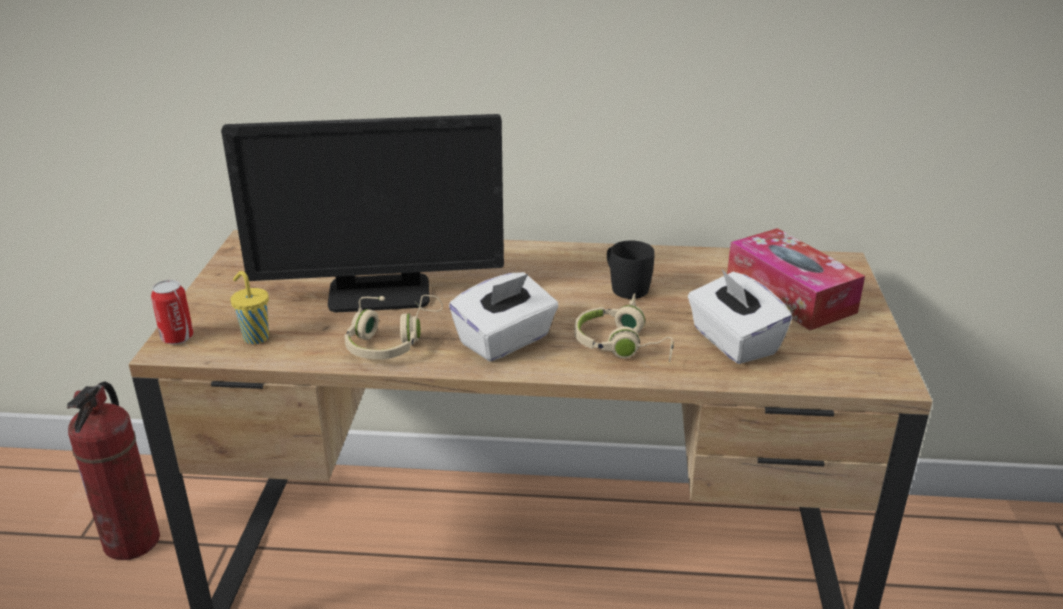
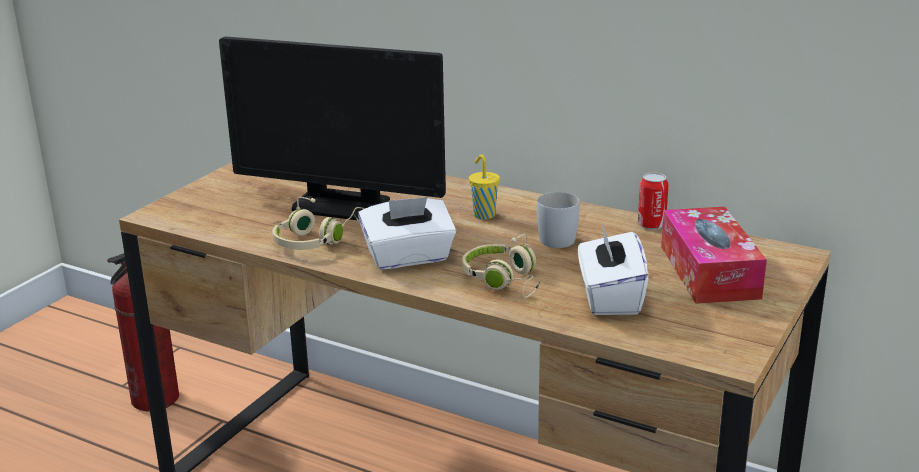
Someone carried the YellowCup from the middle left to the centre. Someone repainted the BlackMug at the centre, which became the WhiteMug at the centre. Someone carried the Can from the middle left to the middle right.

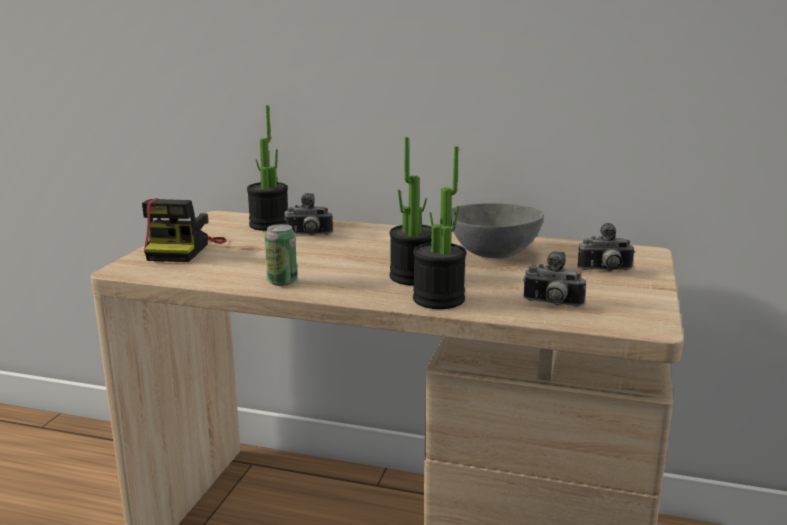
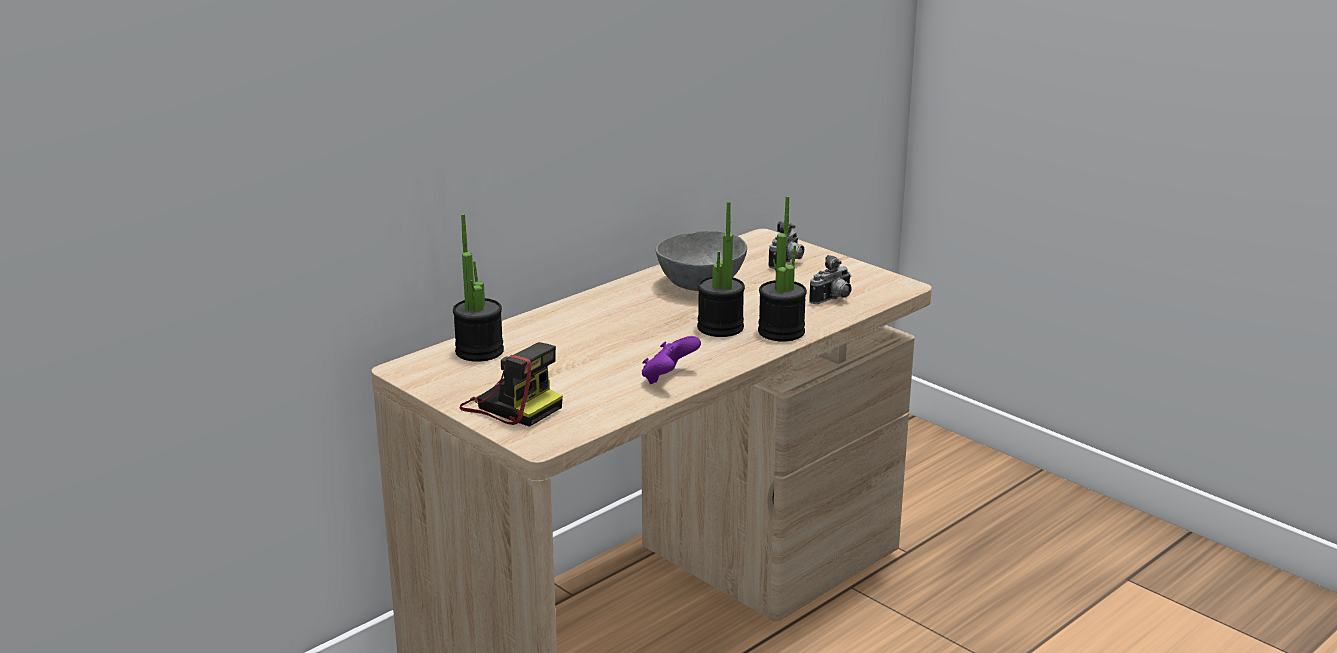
Someone swapped the Can at the centre for the PurpleGameController at the centre. Someone took away the PhotoCamera (2nd from left) at the centre.

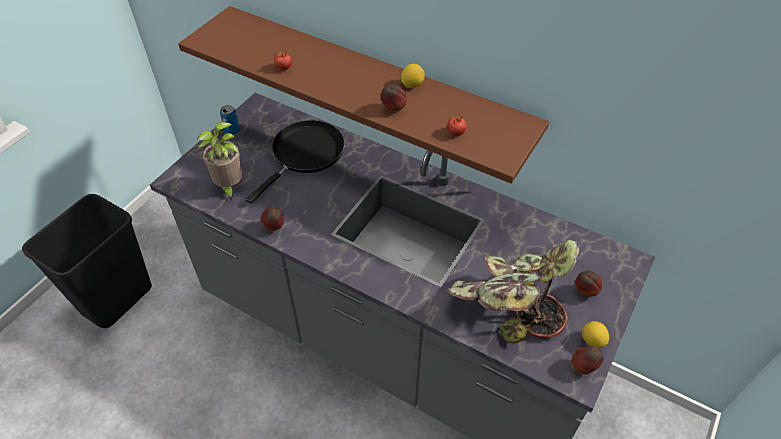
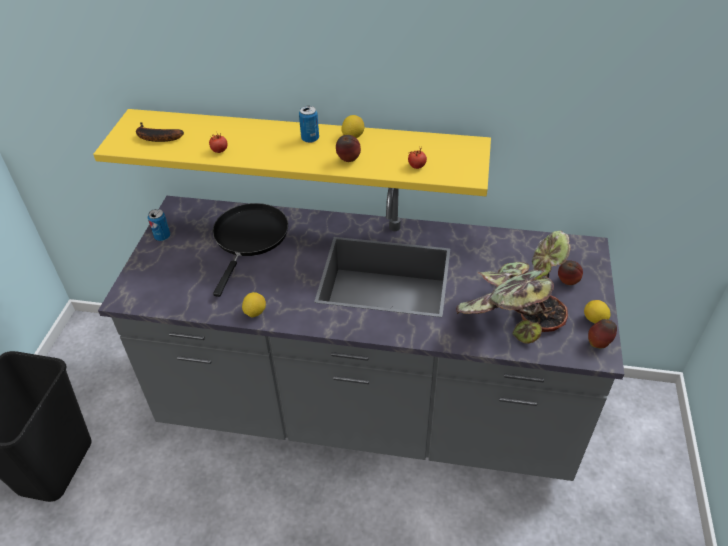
Someone repainted the BrownShelf at the top centre, which became the YellowShelf at the top centre. Someone put down the Banana at the top left. Someone swapped the Apple (1st from left) at the centre for the Lemon (1st from left) at the centre. Someone put down the Can (2nd from left) at the top centre. Someone took away the PottedPlant (1st from left) at the middle left.

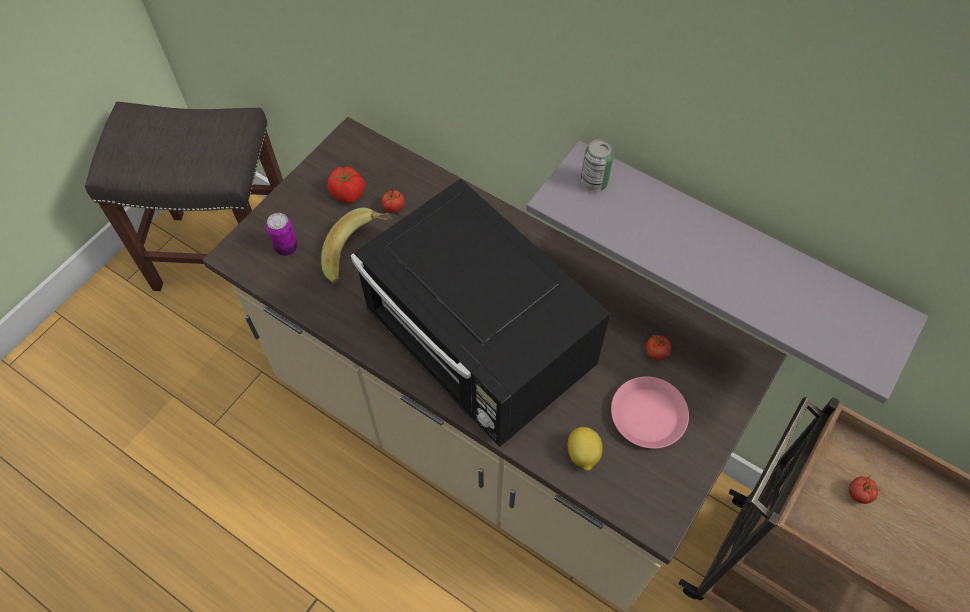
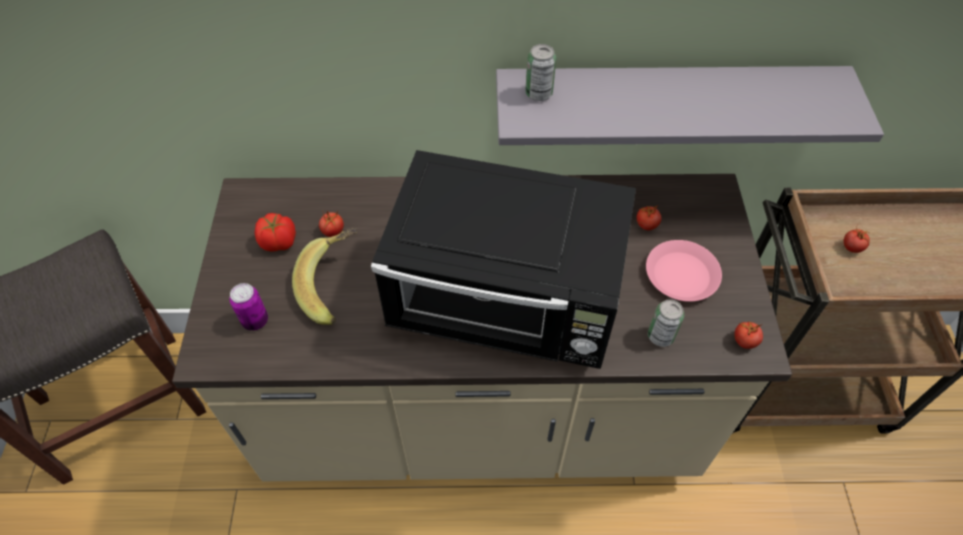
Someone swapped the Lemon at the bottom centre for the Can (3rd from left) at the middle right. Someone put down the Tomato (4th from left) at the middle right.

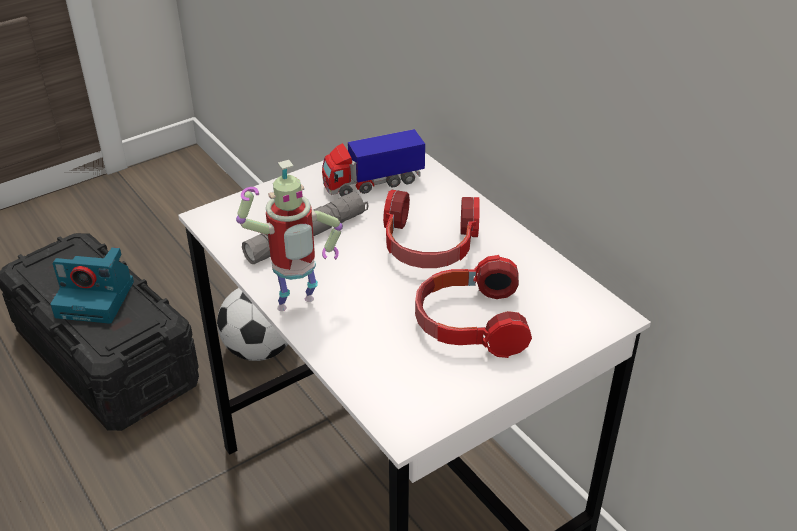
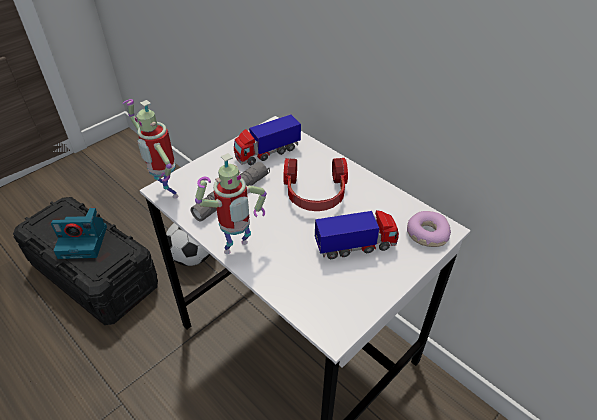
Someone put down the ToyRobot (1st from left) at the middle left. Someone swapped the Headphones (2nd from left) at the centre for the ToyTruck (2nd from left) at the centre. Someone put down the Donut at the middle right.

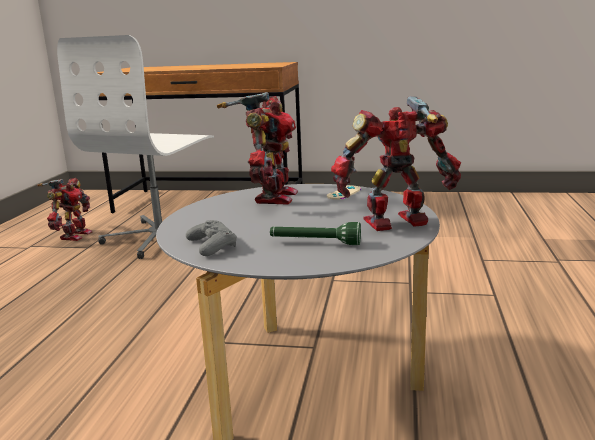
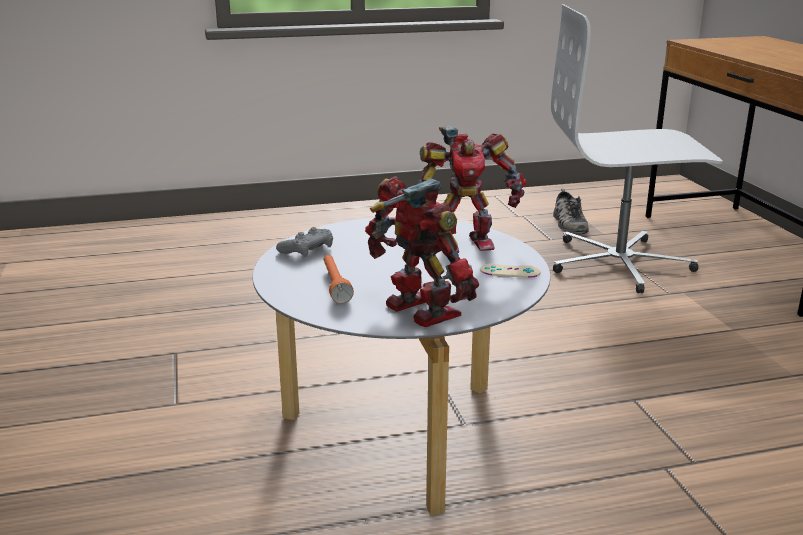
Someone repainted the GreenFlashlight at the centre, which became the OrangeFlashlight at the centre. Someone swapped the ToyRobot (1st from left) at the middle left for the Shoe at the middle right.

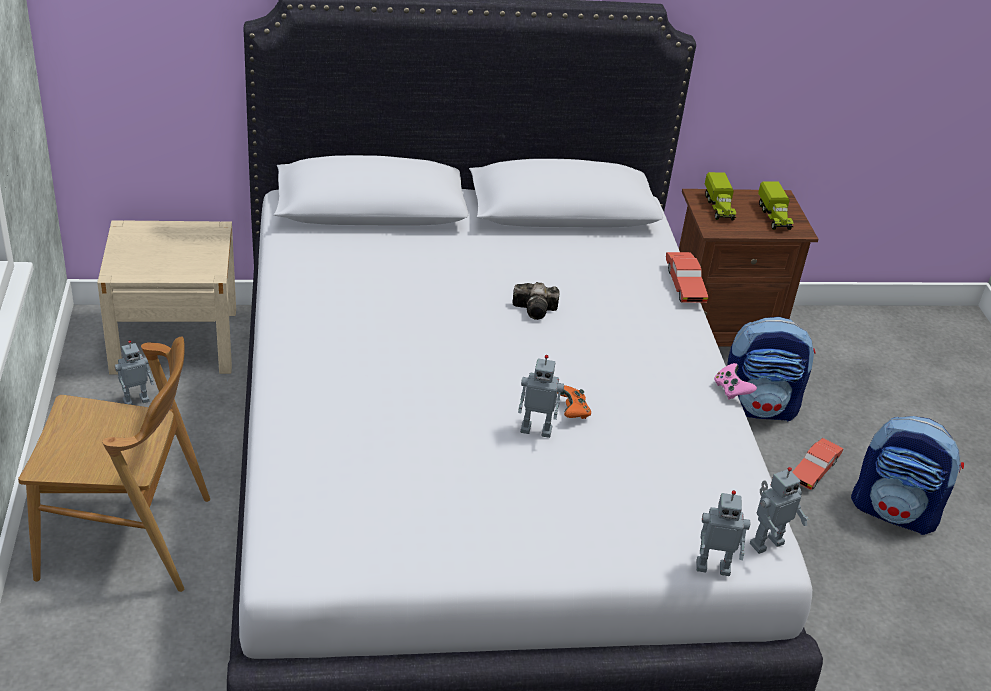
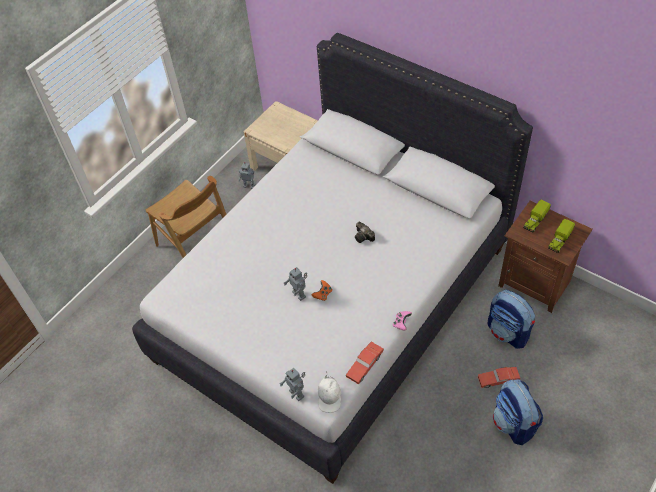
Someone swapped the ToyRobot (4th from left) at the bottom right for the WhiteCap at the bottom centre. Someone carried the RedToyCar (1st from left) from the middle right to the bottom centre.

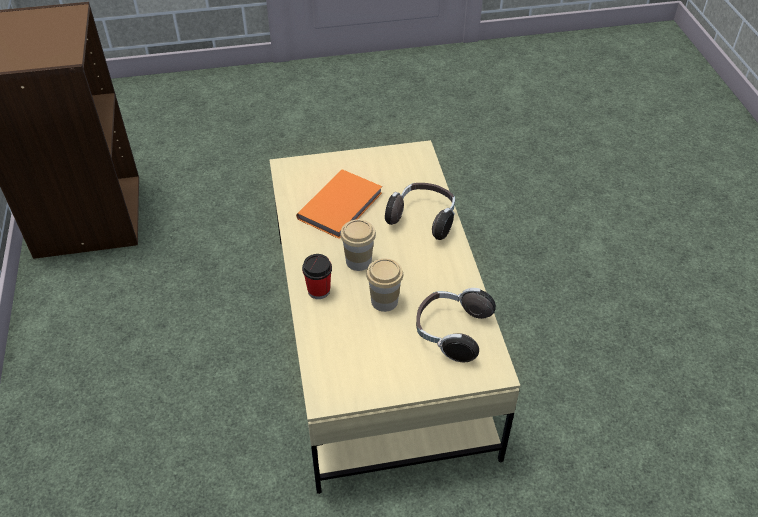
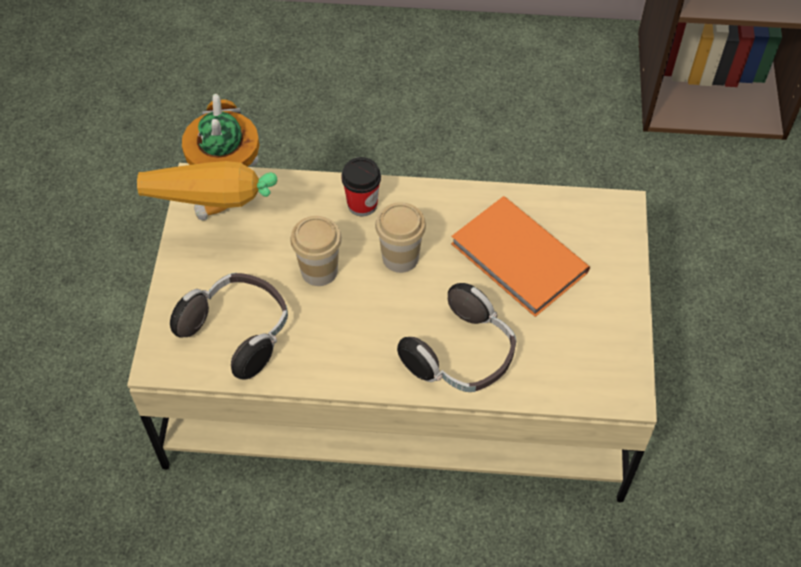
Someone put down the ToyRobot at the top left.

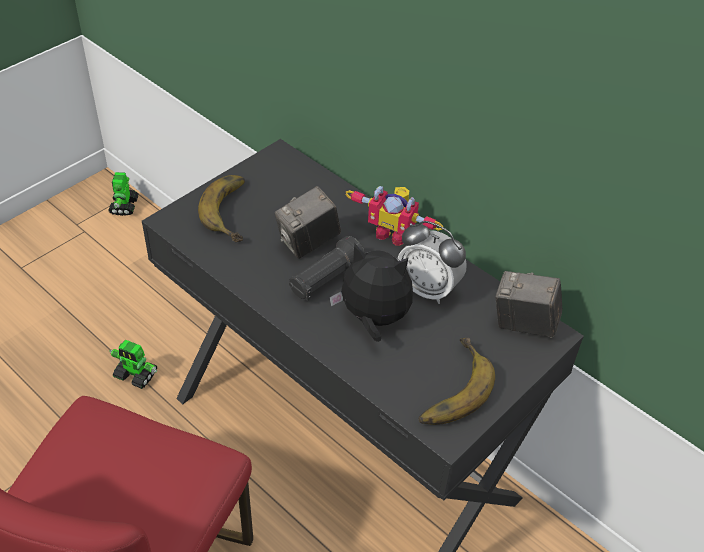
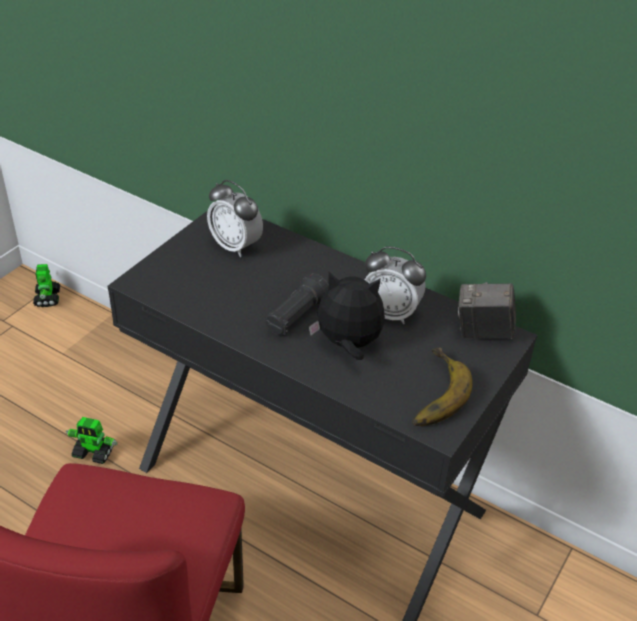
Someone put down the AlarmClock (1st from left) at the centre. Someone took away the Banana (1st from left) at the middle left. Someone took away the PhotoCamera (1st from left) at the centre. Someone took away the ToyRobot (3rd from left) at the centre.

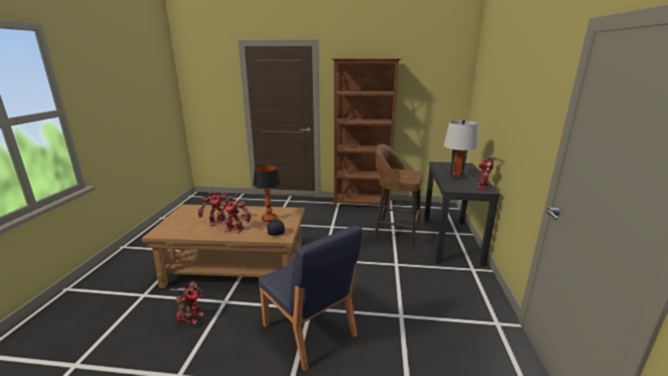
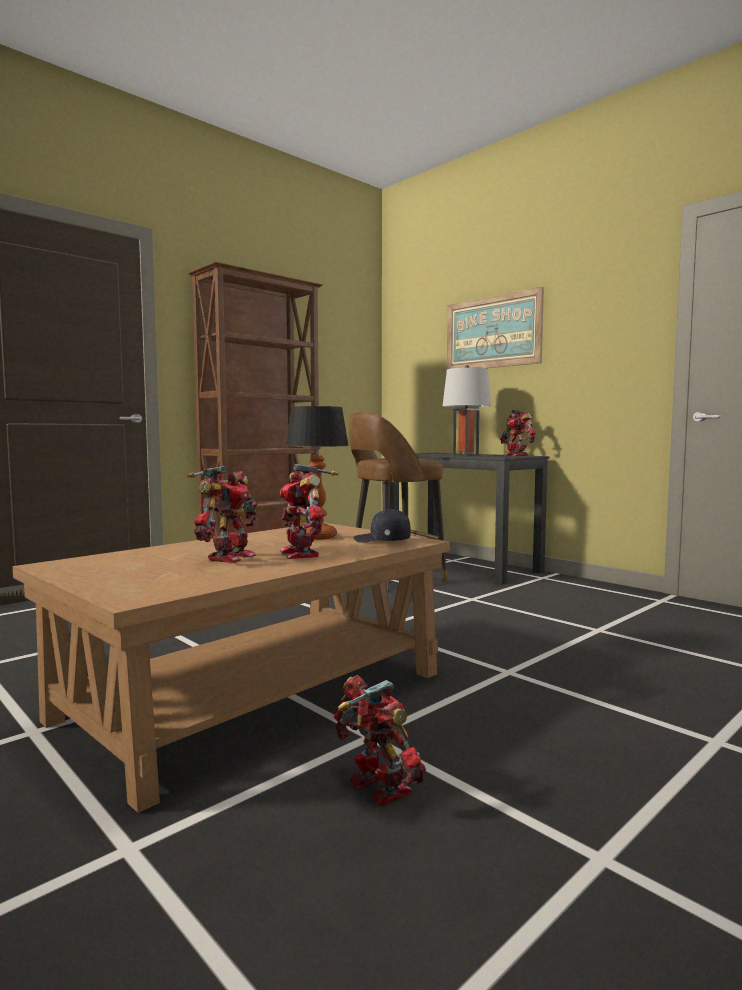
Someone rotated the ToyRobot (3rd from left in the first image) at the centre by 105 degrees clockwise. Someone put up the Picture at the top right. Someone took away the BlueChair at the bottom centre.

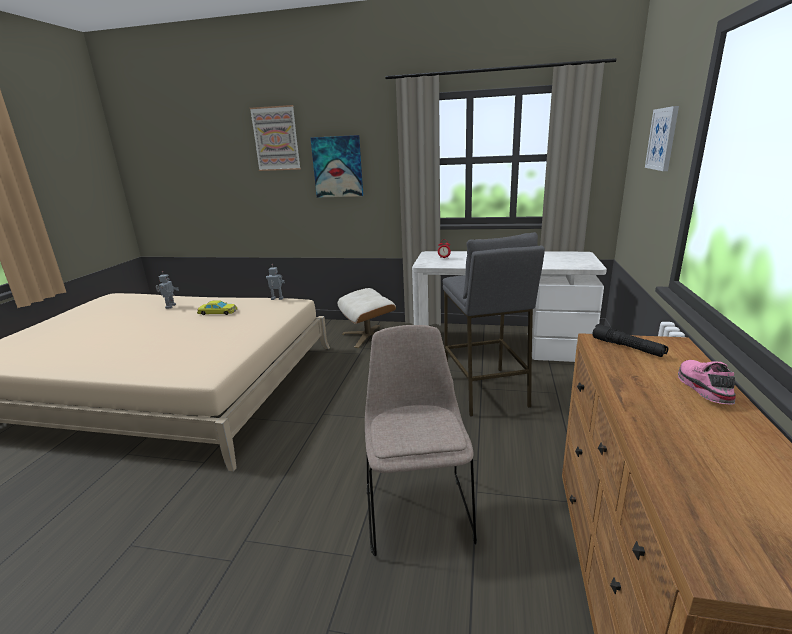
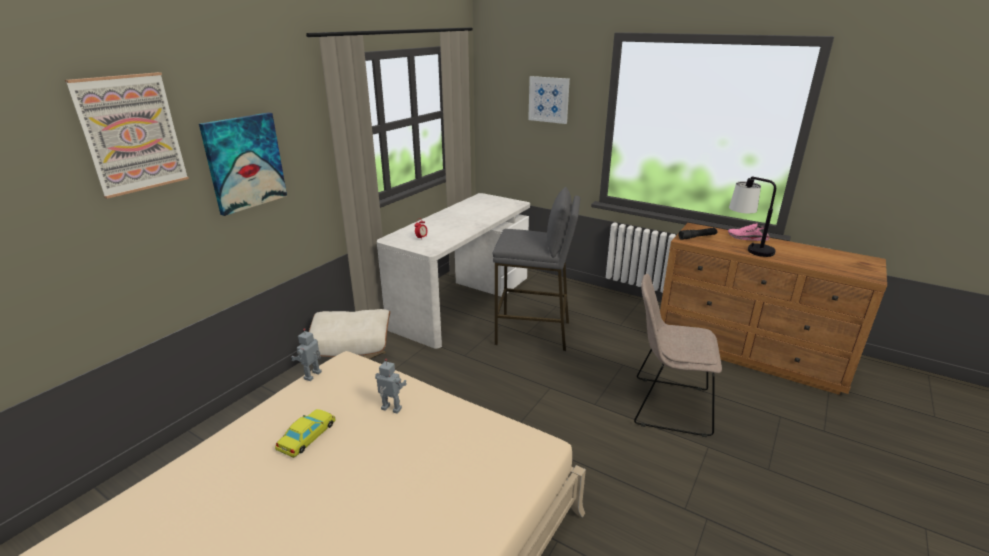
Someone carried the ToyRobot (1st from left in the first image) from the middle left to the bottom centre. Someone put down the TableLamp at the middle right.

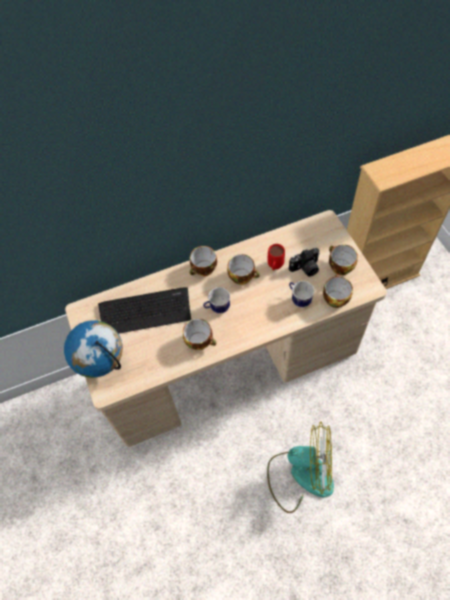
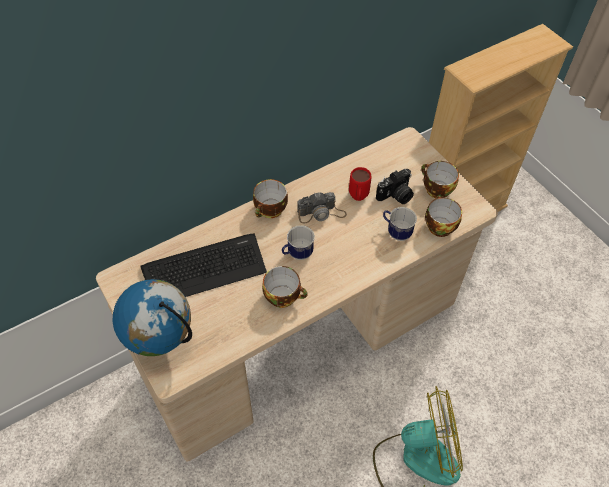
Someone swapped the Cup (3rd from left) at the centre for the PhotoCamera (1st from left) at the centre.

